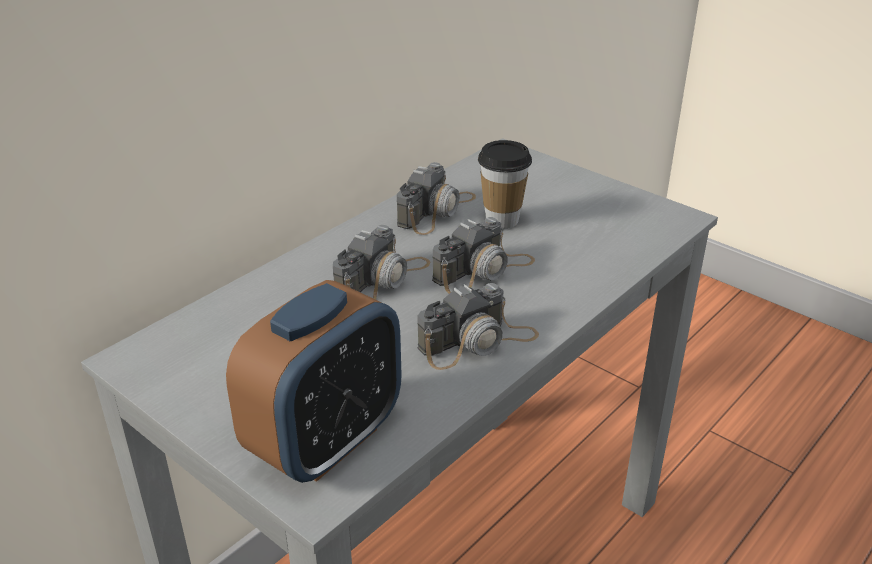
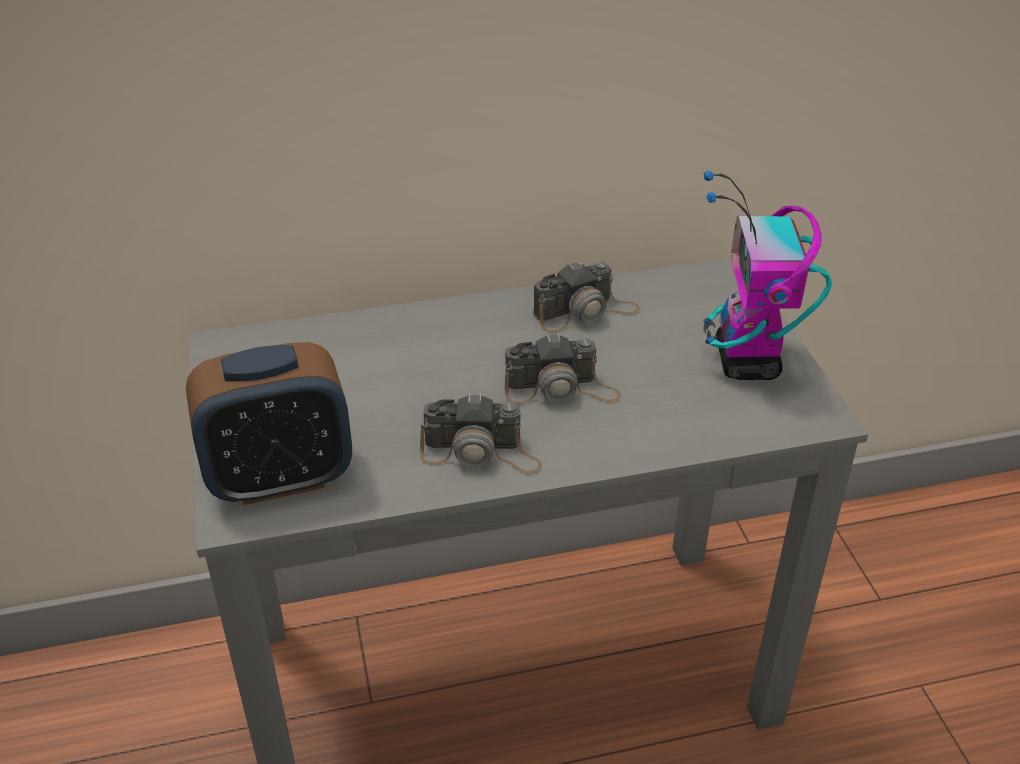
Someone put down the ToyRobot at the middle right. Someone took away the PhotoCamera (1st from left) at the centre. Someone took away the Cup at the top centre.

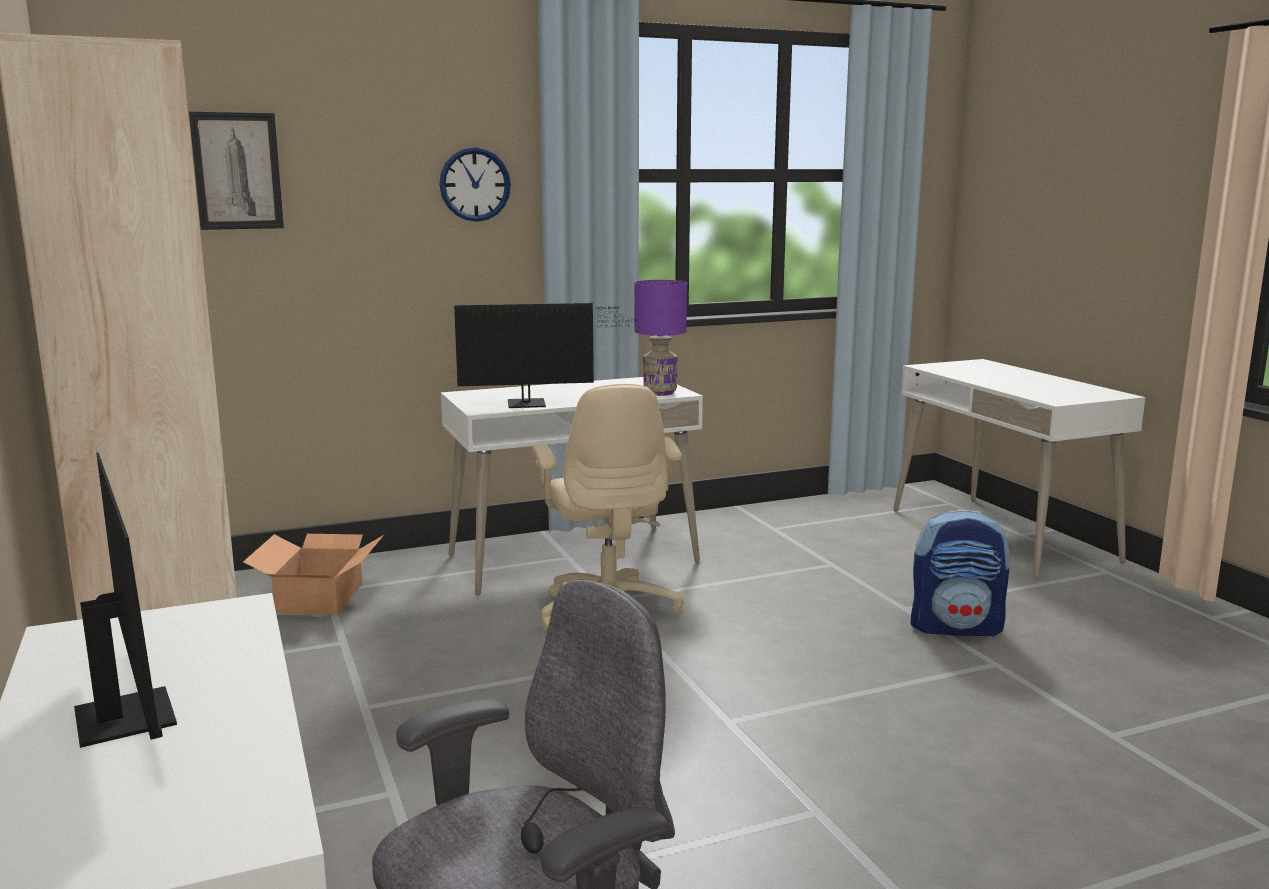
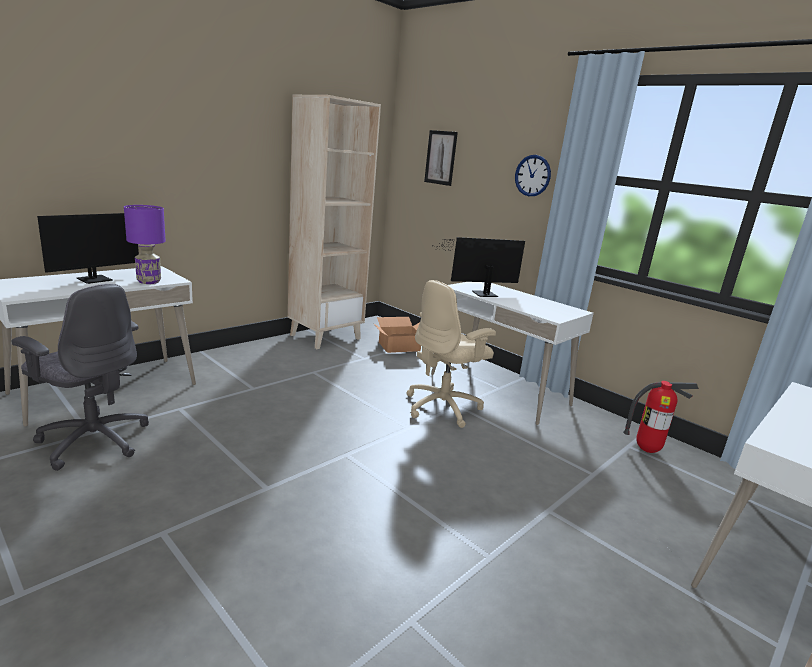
Someone carried the PurpleTableLamp from the centre to the middle left. Someone rotated the Monitor (2nd from left) at the centre by 105 degrees clockwise. Someone put down the FireExtinguisher at the middle right. Someone took away the Backpack at the middle right.

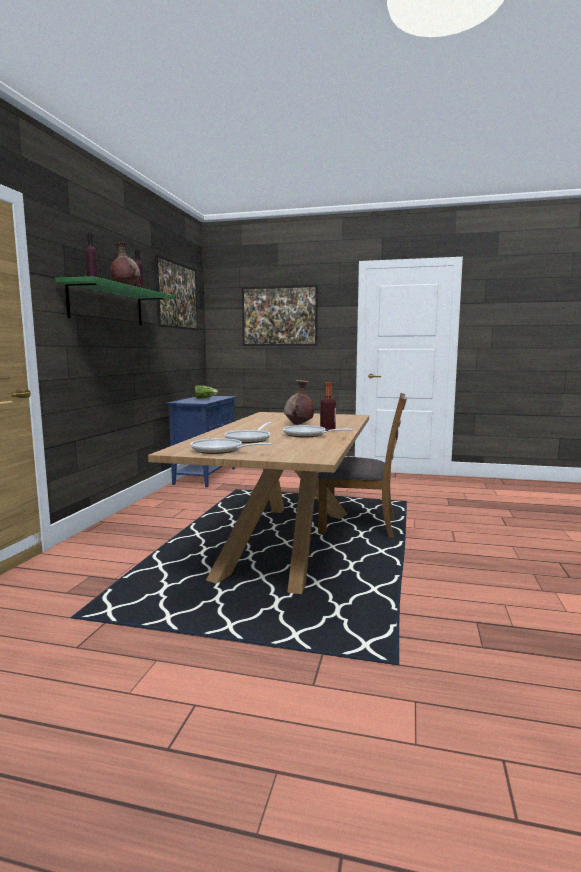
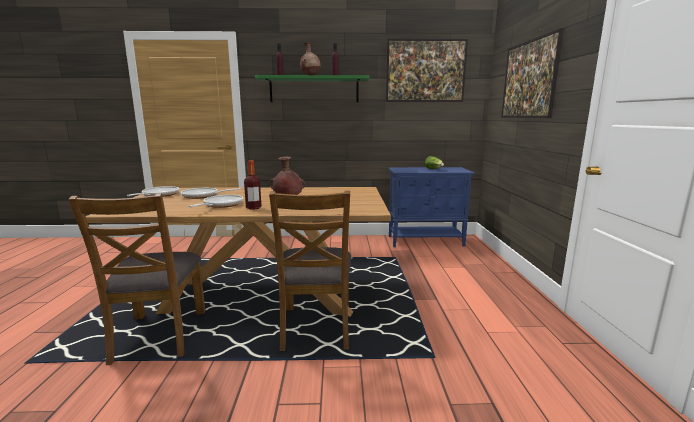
Someone put down the BrownChair (1st from left) at the middle left.

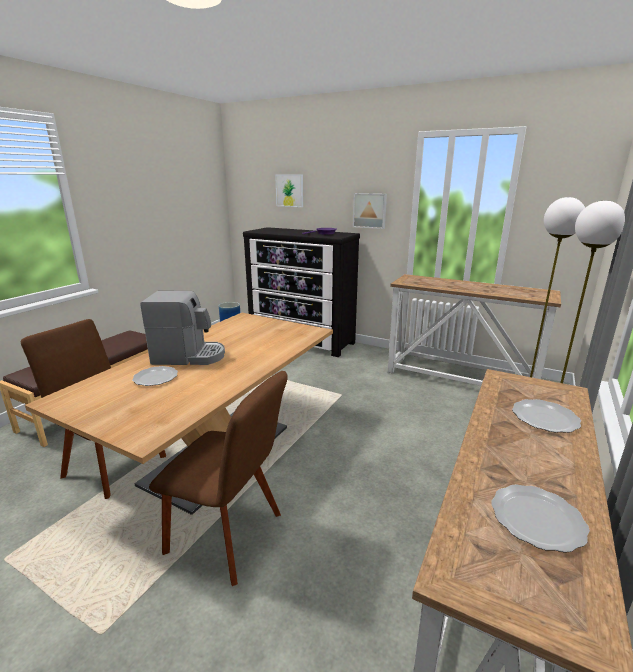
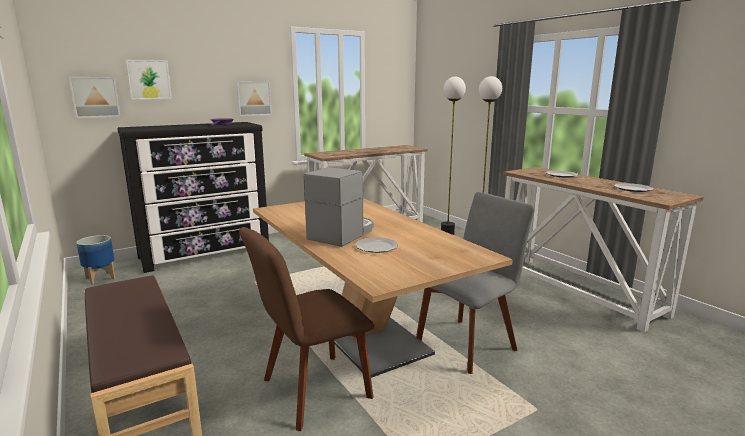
Someone put up the Picture (1st from left) at the top left. Someone repainted the BrownChair (2nd from left) at the bottom centre, which became the GreyChair at the centre.

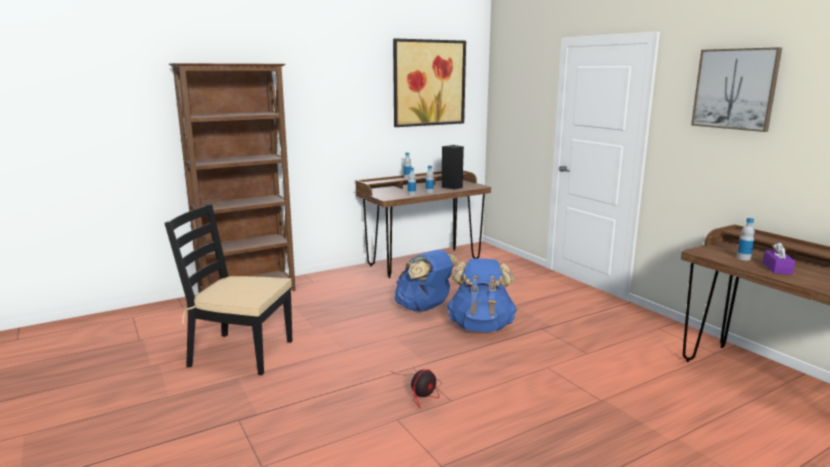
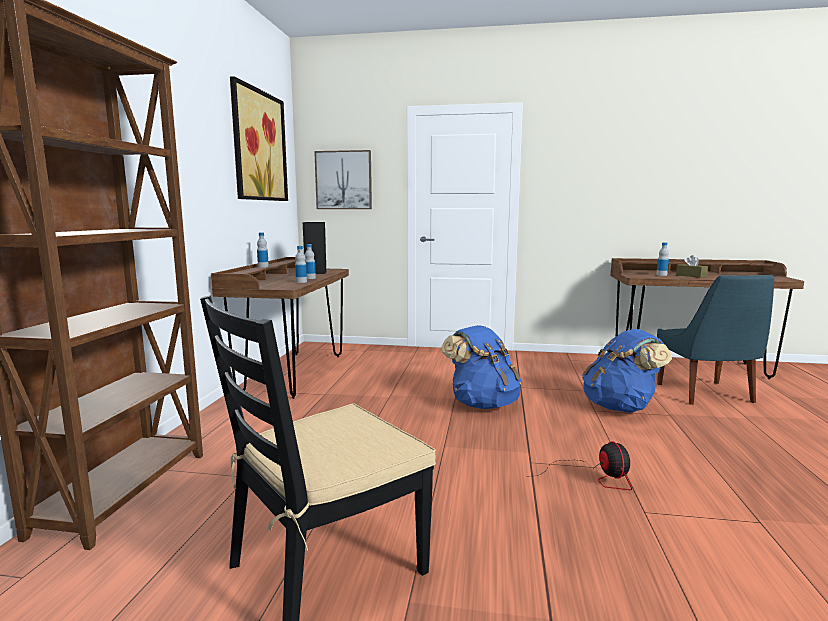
Someone carried the Picture (2nd from left) from the top right to the top centre. Someone carried the BlueBackpack (1st from left in the first image) from the centre to the middle right. Someone put down the BlueChair at the middle right. Someone repainted the PurpleTissueBox at the middle right, which became the BrownTissueBox at the middle right.

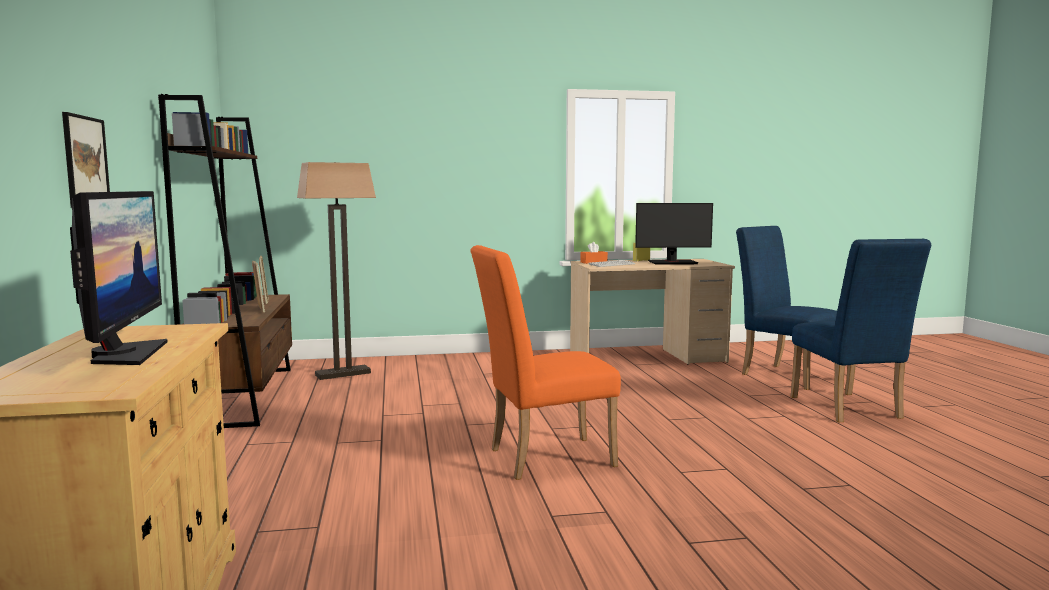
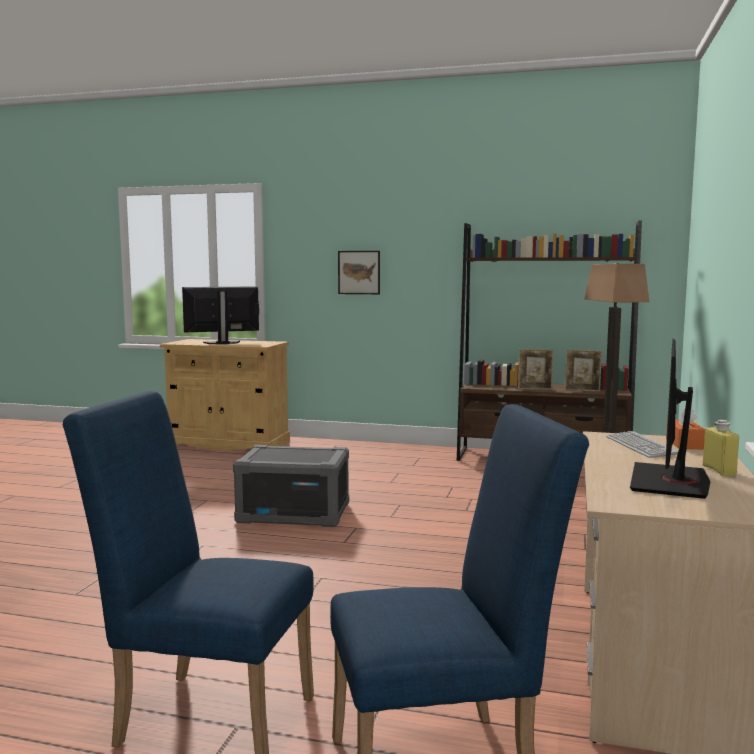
Someone rotated the Monitor (1st from left) at the middle left by 150 degrees clockwise. Someone swapped the OrangeChair at the centre for the GreyStorageBox at the centre.

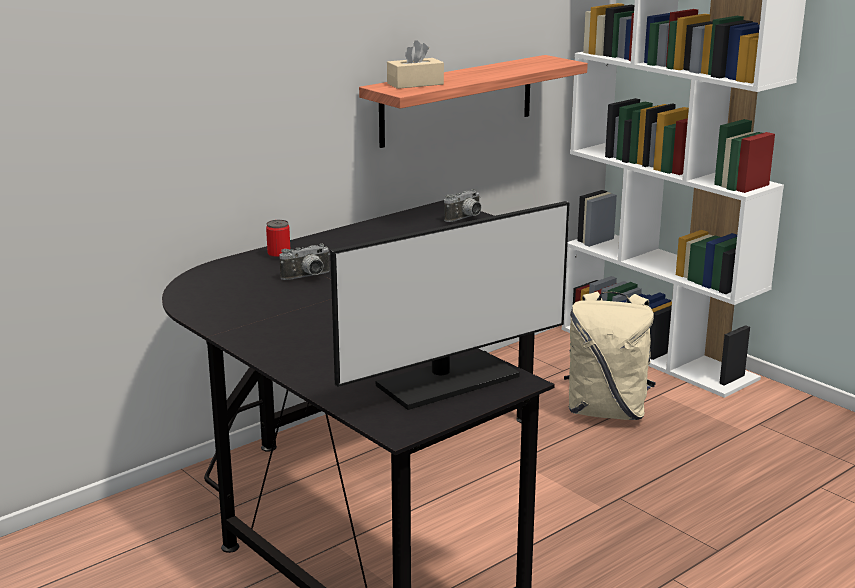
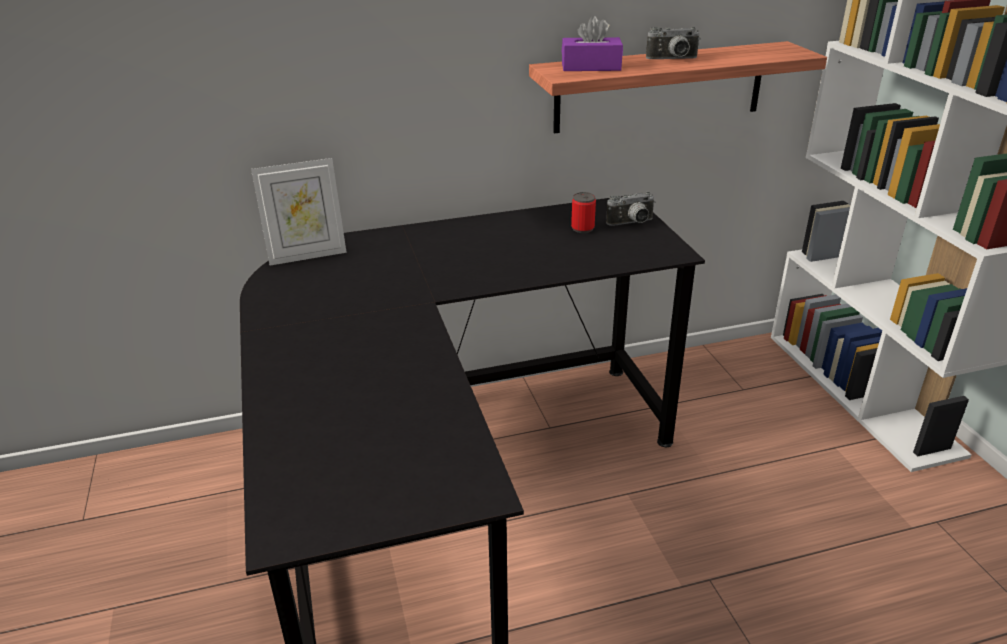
Someone put down the PictureFrame at the top left. Someone repainted the BeigeTissueBox at the top centre, which became the PurpleTissueBox at the top centre. Someone carried the Can from the middle left to the top centre. Someone carried the PhotoCamera (1st from left in the first image) from the centre to the top right. Someone took away the Monitor at the centre. Someone took away the BeigeBackpack at the middle right.

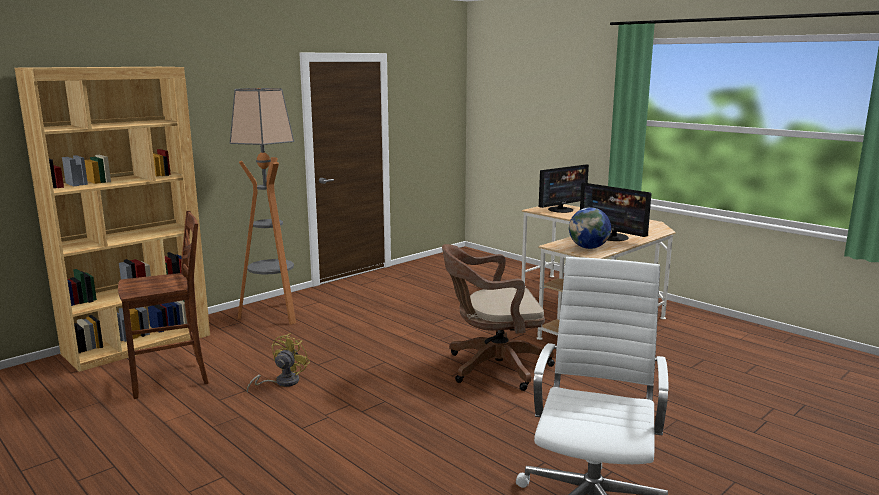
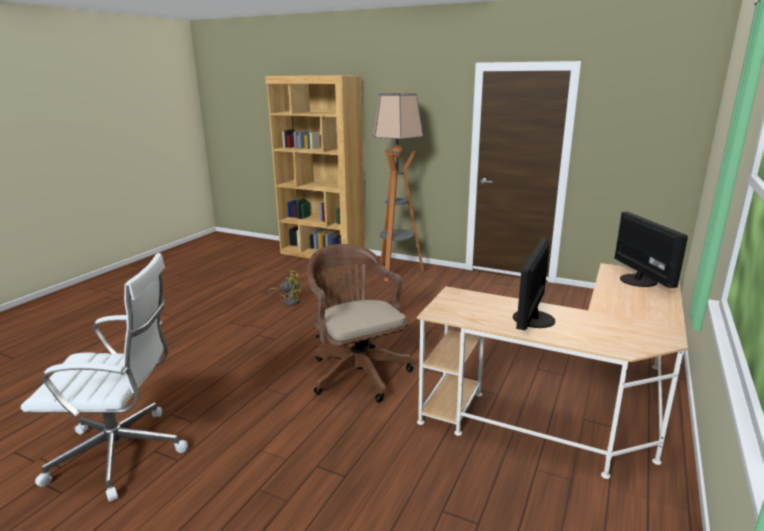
Someone rotated the Monitor (1st from left in the first image) at the centre by 135 degrees counterclockwise. Someone took away the BrownChair at the middle left. Someone took away the Globe at the middle right.

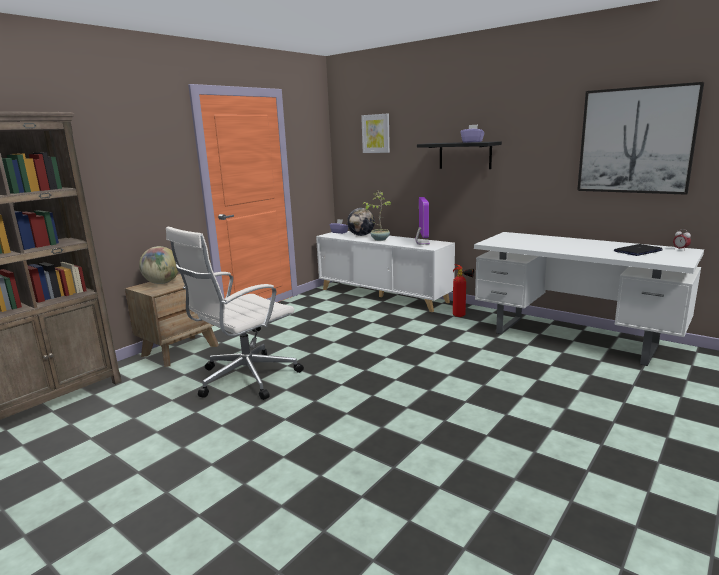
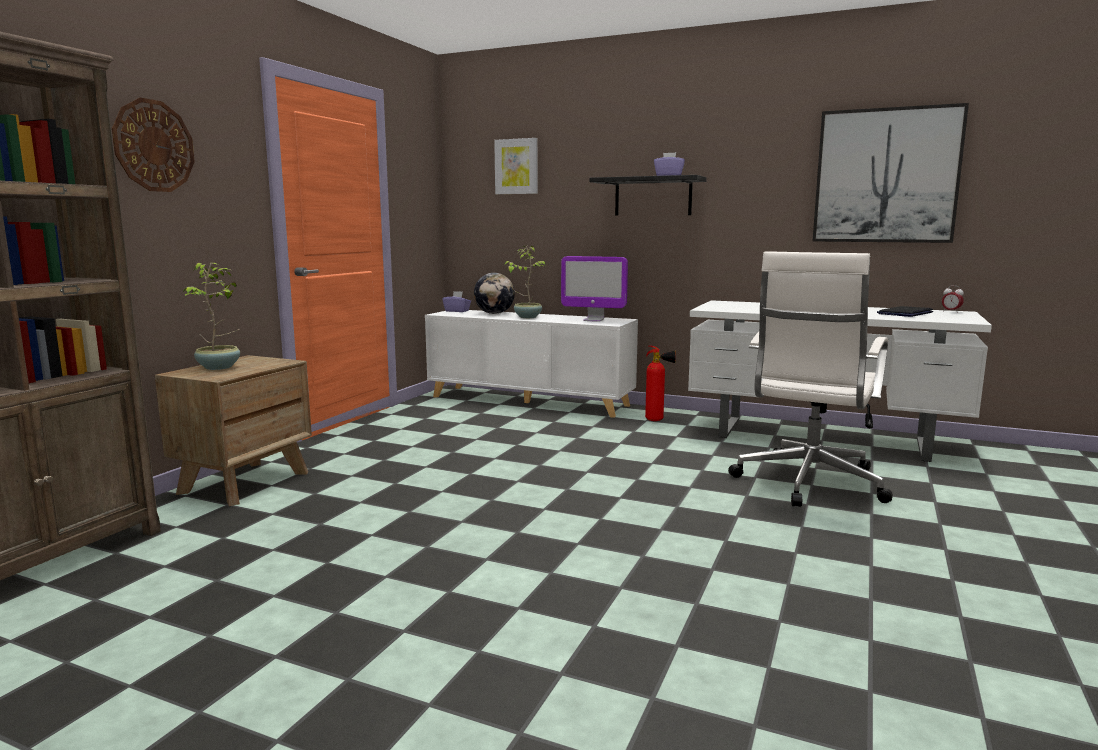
Someone put up the WallClock at the top left. Someone swapped the Globe (1st from left) at the middle left for the PottedPlant (1st from left) at the middle left. Someone rotated the Monitor at the centre by 120 degrees clockwise. Someone carried the WhiteOfficeChair from the middle left to the middle right.

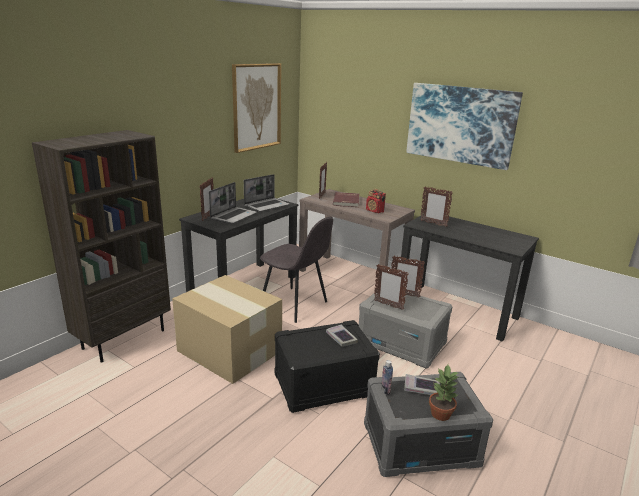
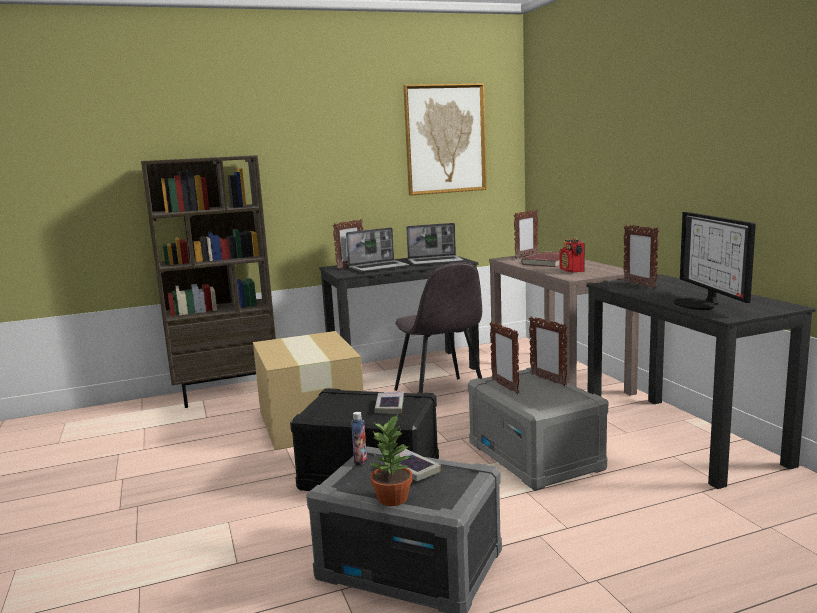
Someone put down the Monitor at the middle right. Someone took away the Picture (2nd from left) at the top right.

